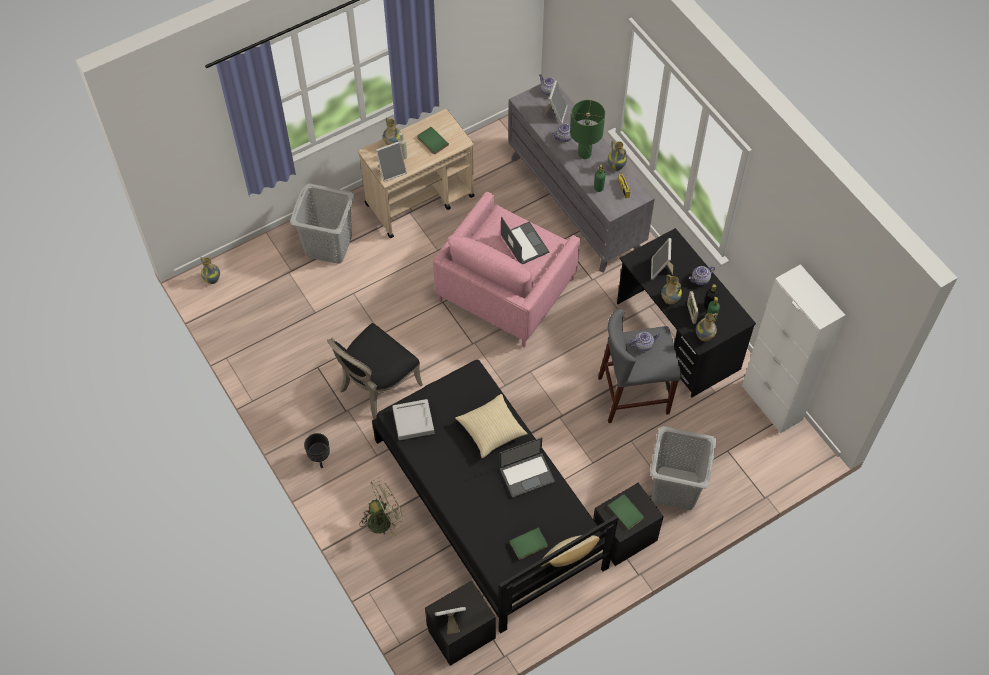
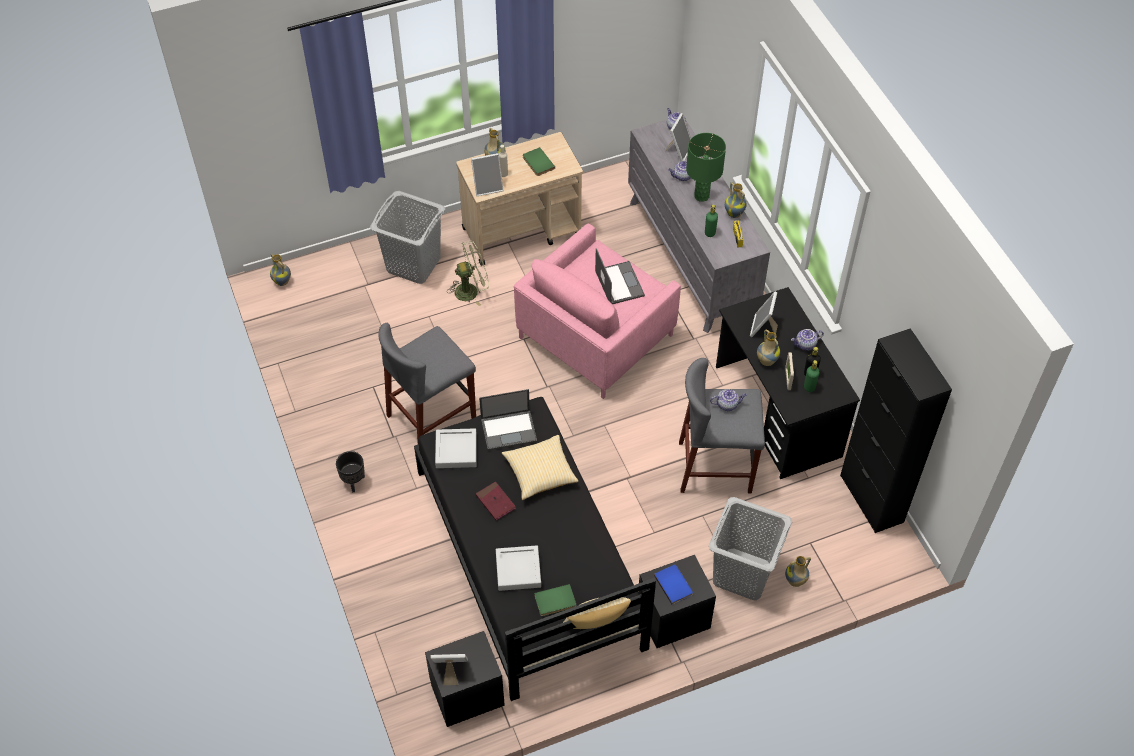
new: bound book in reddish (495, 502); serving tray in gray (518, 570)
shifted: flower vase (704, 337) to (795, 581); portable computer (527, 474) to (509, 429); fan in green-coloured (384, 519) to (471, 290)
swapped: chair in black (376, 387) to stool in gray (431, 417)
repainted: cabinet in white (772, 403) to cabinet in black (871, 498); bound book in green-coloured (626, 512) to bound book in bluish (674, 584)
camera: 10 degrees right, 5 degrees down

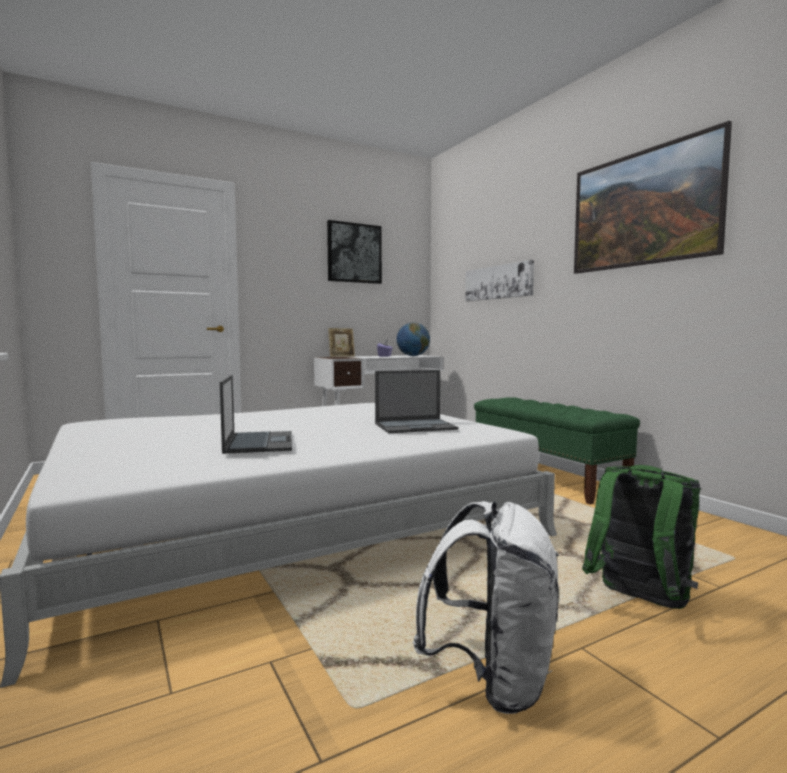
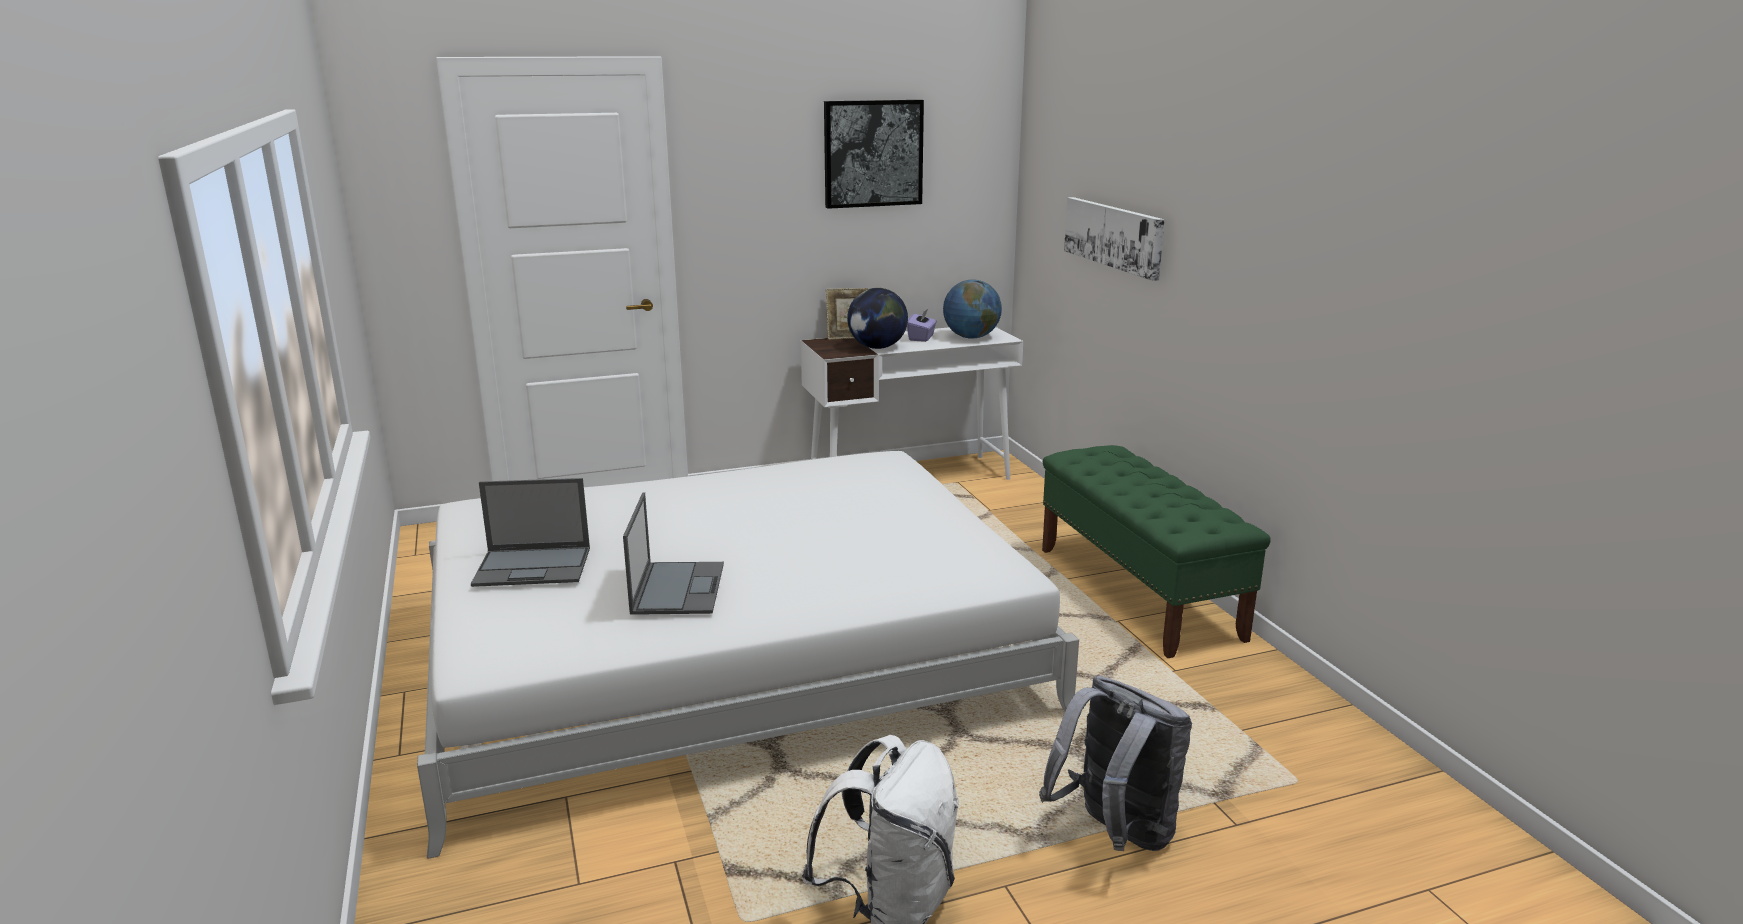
gone: wall picture (641, 237)
new: desk globe (877, 347)
shifted: portable computer (416, 426) to (534, 566)
repainted: rucksack in green-coloured (639, 601) to rucksack in gray (1114, 834)
camera: 10 degrees right, 15 degrees up

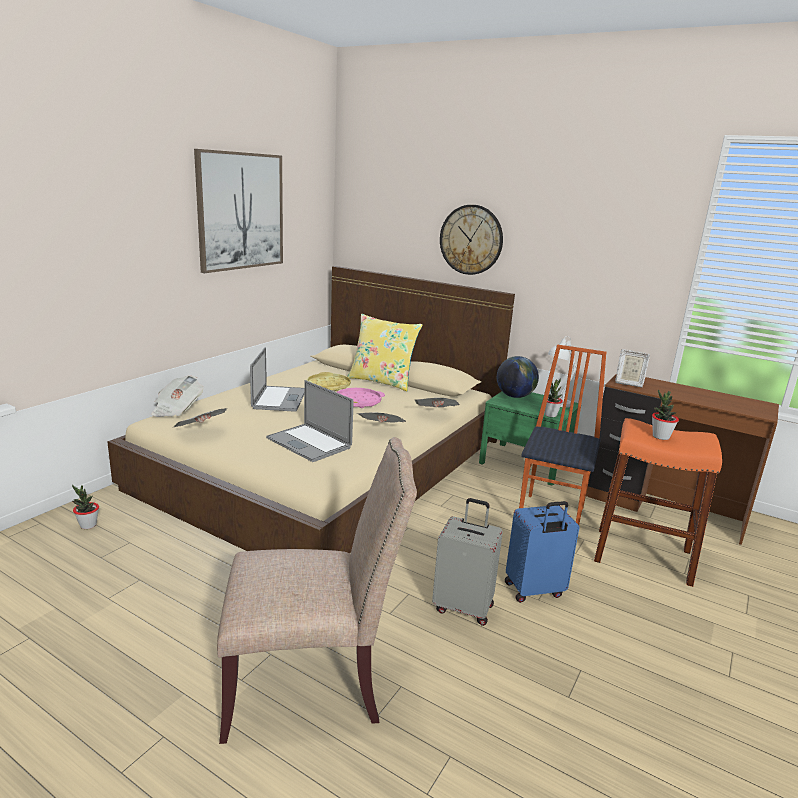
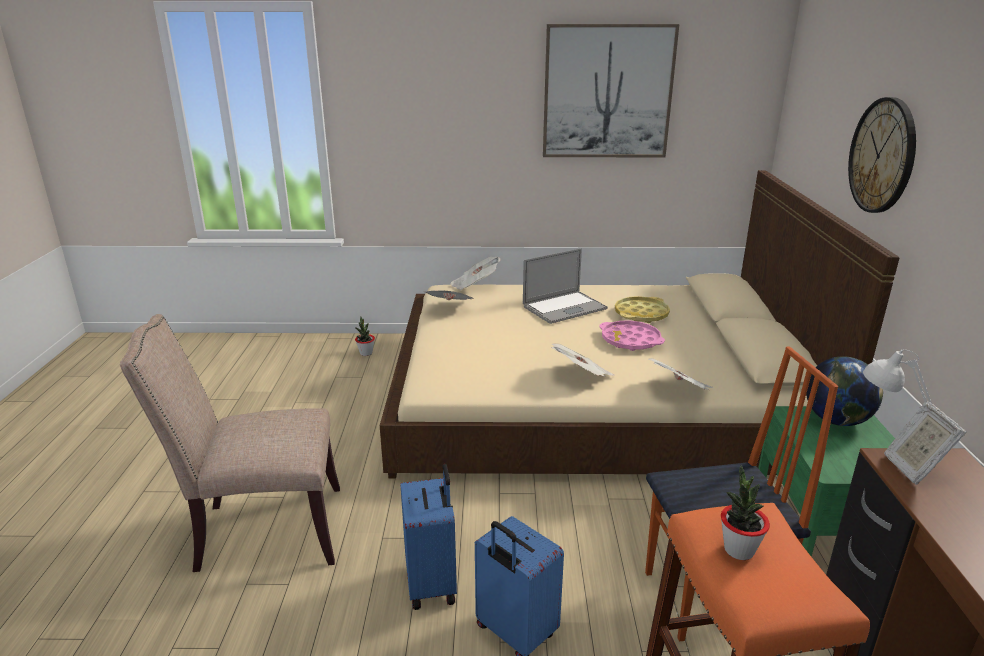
gone: throw pillow in yellow-coloured (382, 381); potted plant (550, 415); portable computer (309, 443)
repainted: travel case in gray (463, 607) to travel case in bluish (433, 584)
rotated: chair in beige-coloured (311, 683) = (263, 531) 120 degrees clockwise
camera: 60 degrees right, 5 degrees up

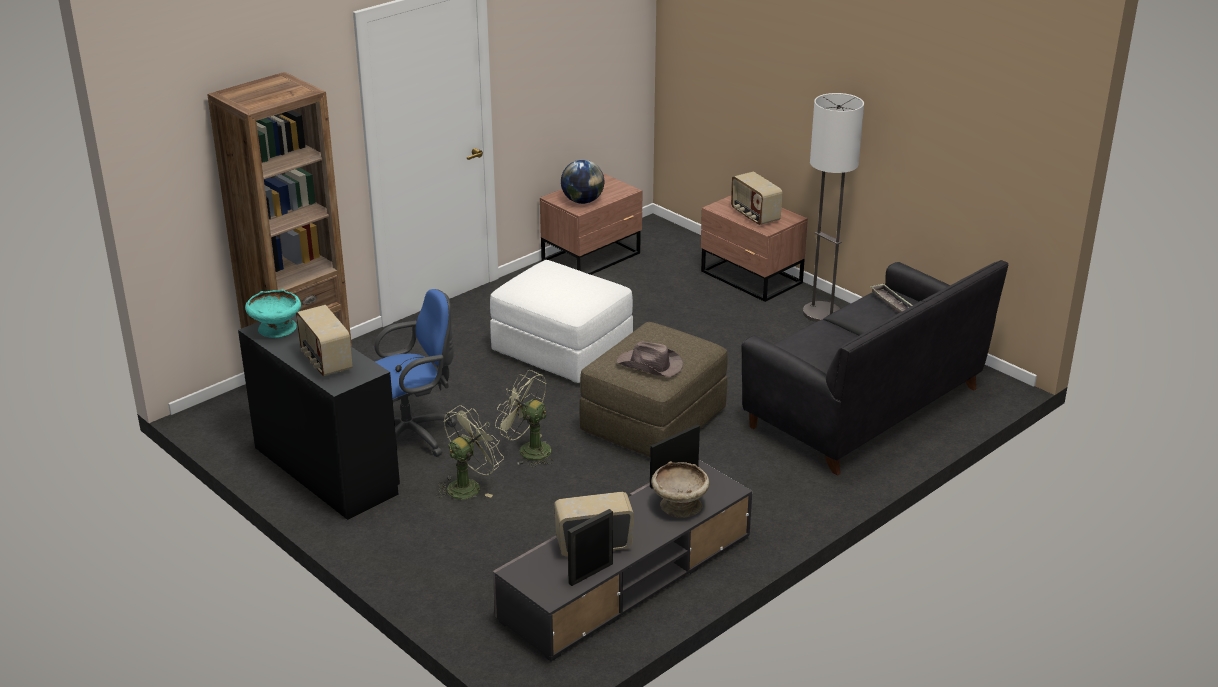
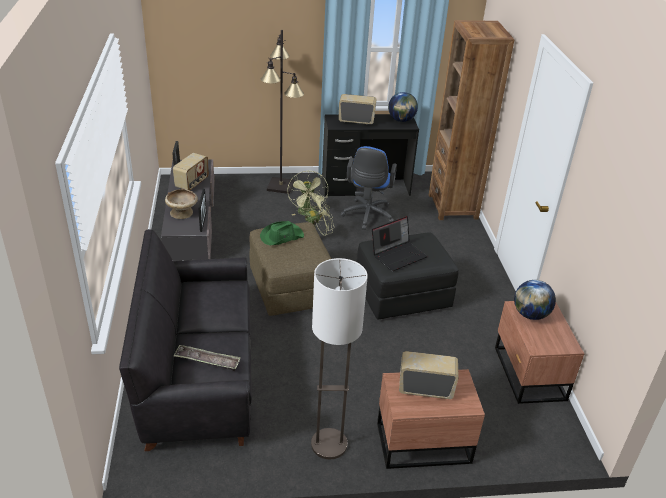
new: standing lamp in black (281, 186); portable computer (398, 255)
swapped: bowl in blue-green (276, 329) to desk globe (401, 120)
repainted: pouffe in white (561, 351) to pouffe in black (402, 295); clothing hat in brown (650, 365) to clothing hat in green-coloured (281, 236)
camera: 125 degrees right, 5 degrees up

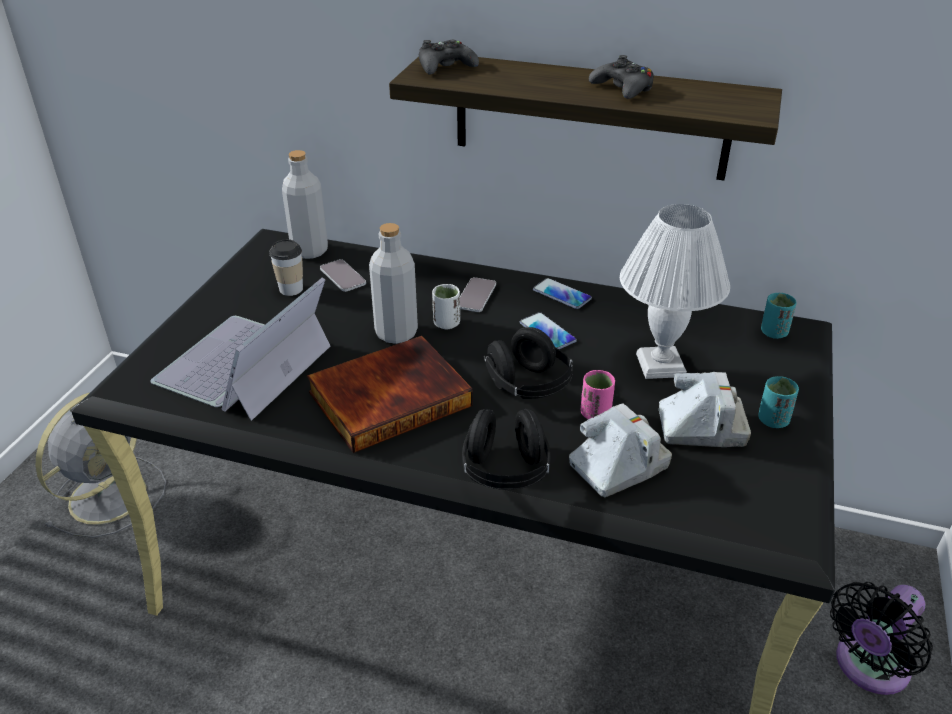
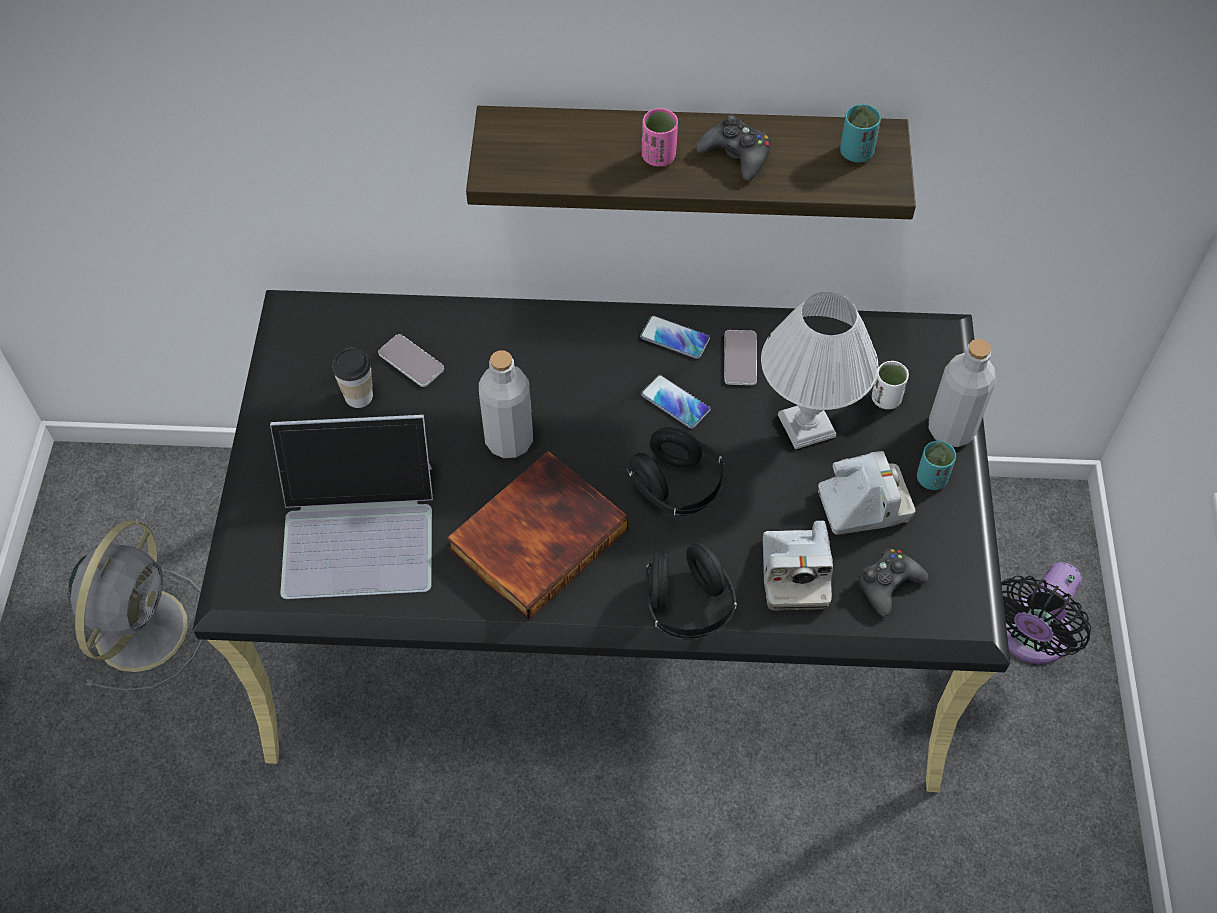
shifted: game controller in black (445, 67) to (887, 584); drink bottle in gray (309, 251) to (951, 429); telephone (476, 296) to (740, 358); small cup in white (446, 323) to (886, 399); small cup in blue-green (773, 332) to (856, 152); small cup in pink (595, 414) to (658, 156)
rotated: portable computer (244, 366) = (360, 528) 105 degrees counterclockwise; still camera (618, 466) = (794, 574) 135 degrees clockwise
camera: 15 degrees left, 20 degrees up

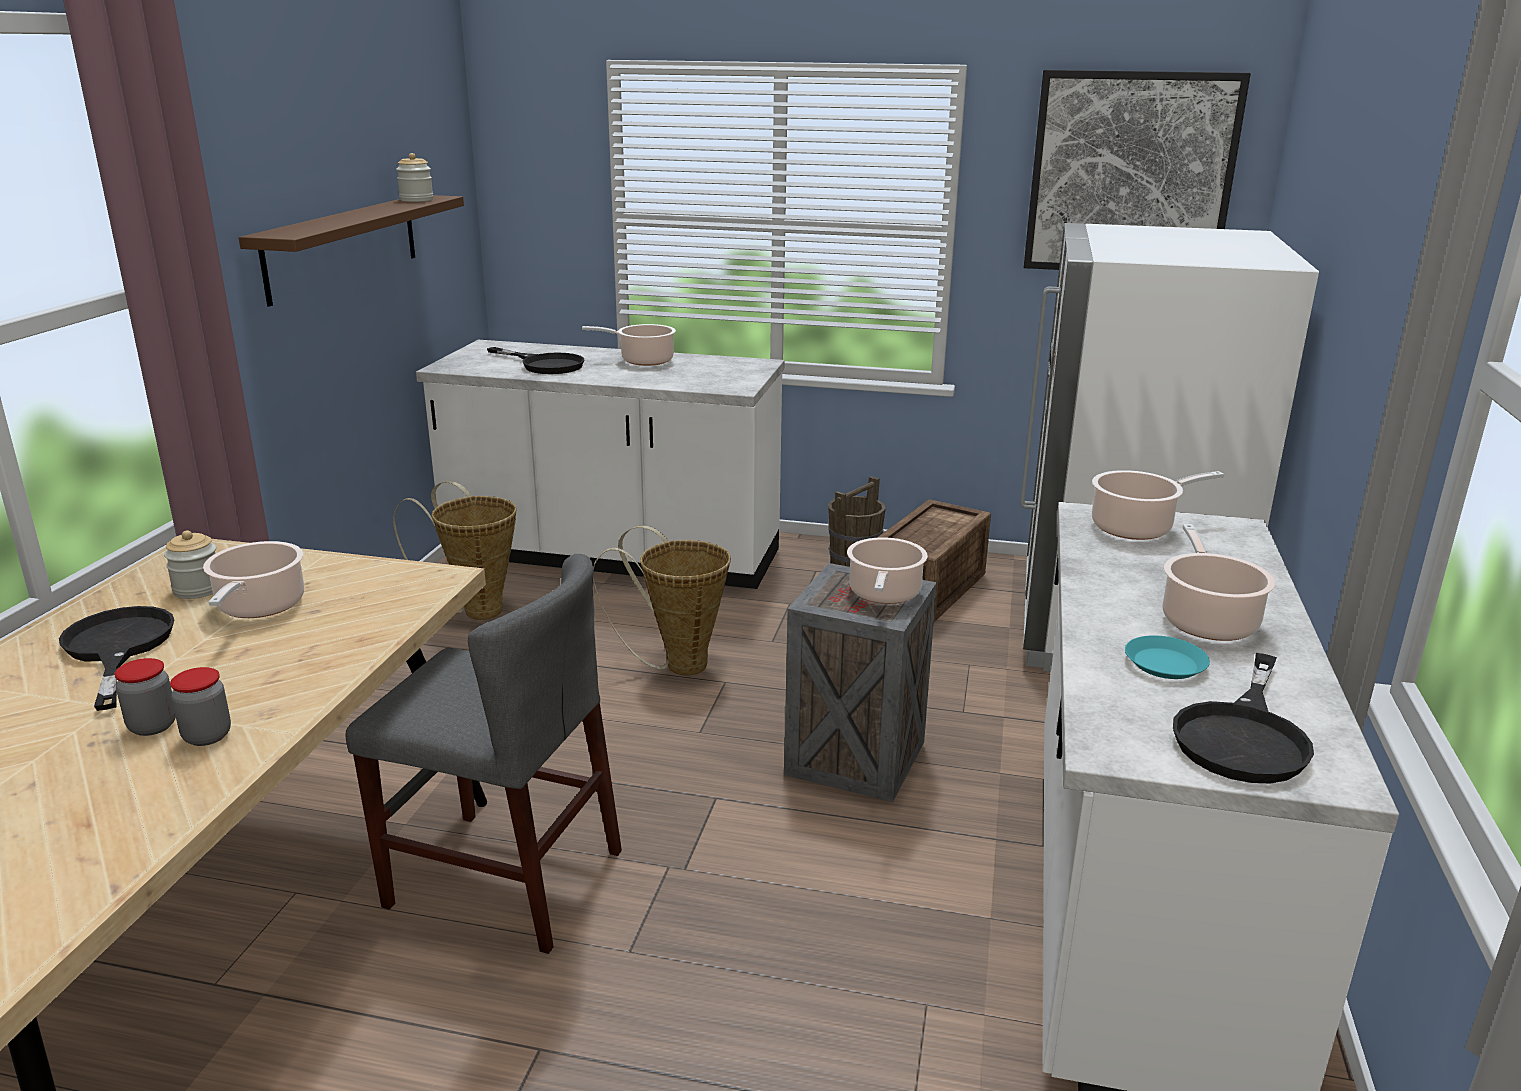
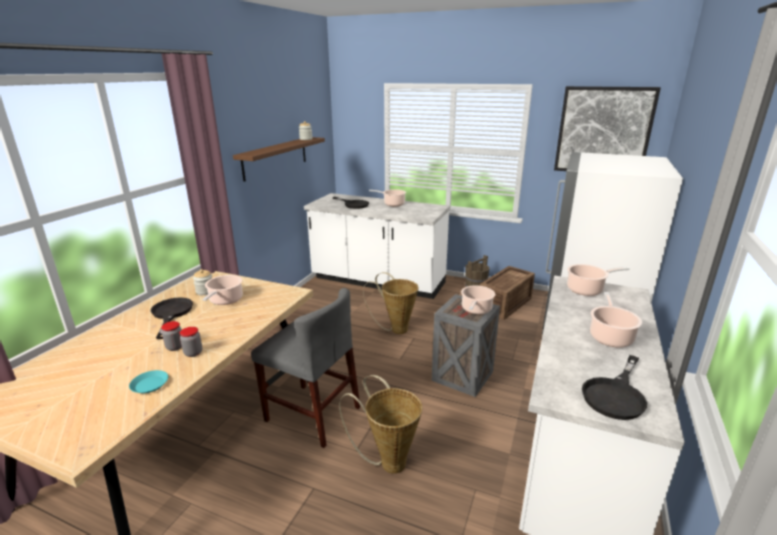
shifted: basket (476, 609) to (388, 461); plate in blue-green (1164, 664) to (149, 384)
camera: 10 degrees right, 0 degrees up

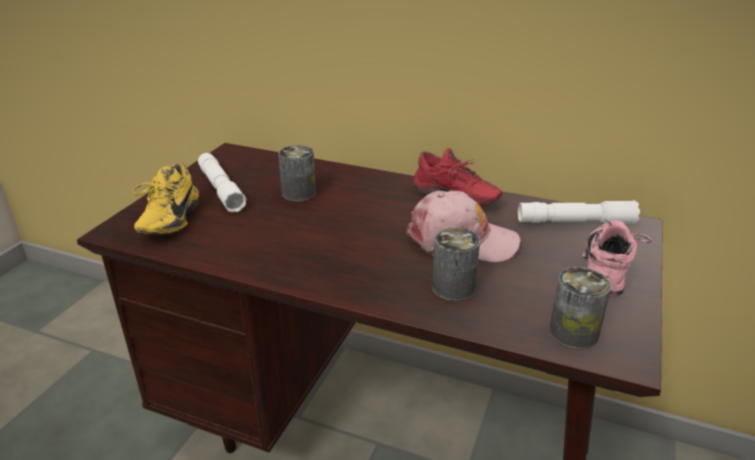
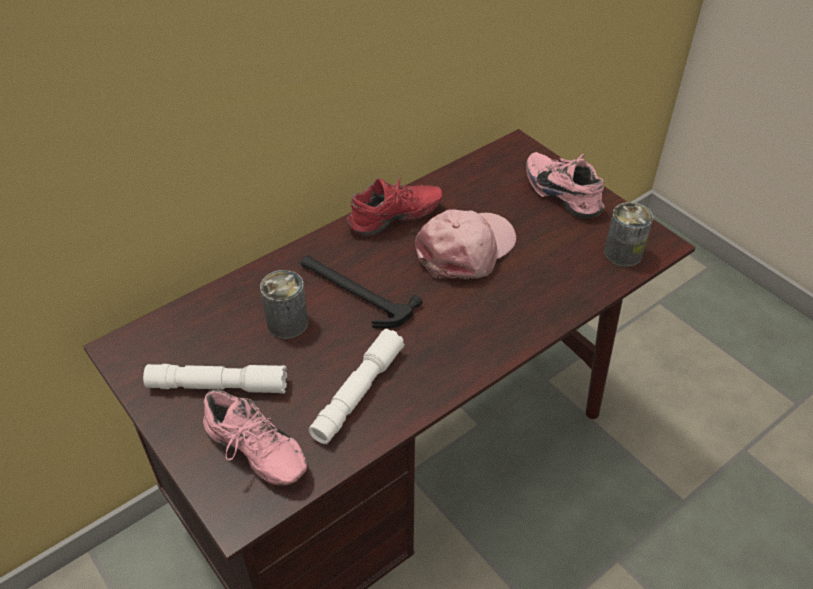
gone: can (453, 287)
new: hand hammer (354, 292)
shifted: torch in white (575, 222) to (358, 393)
repainted: shoe in yellow-coloured (167, 220) to shoe in pink (253, 455)
camera: 60 degrees left, 15 degrees up

